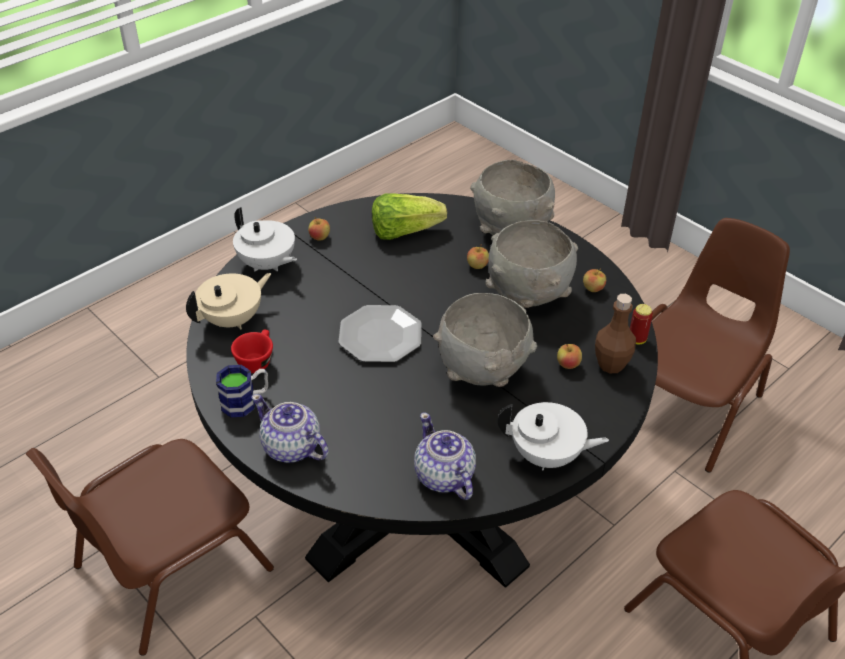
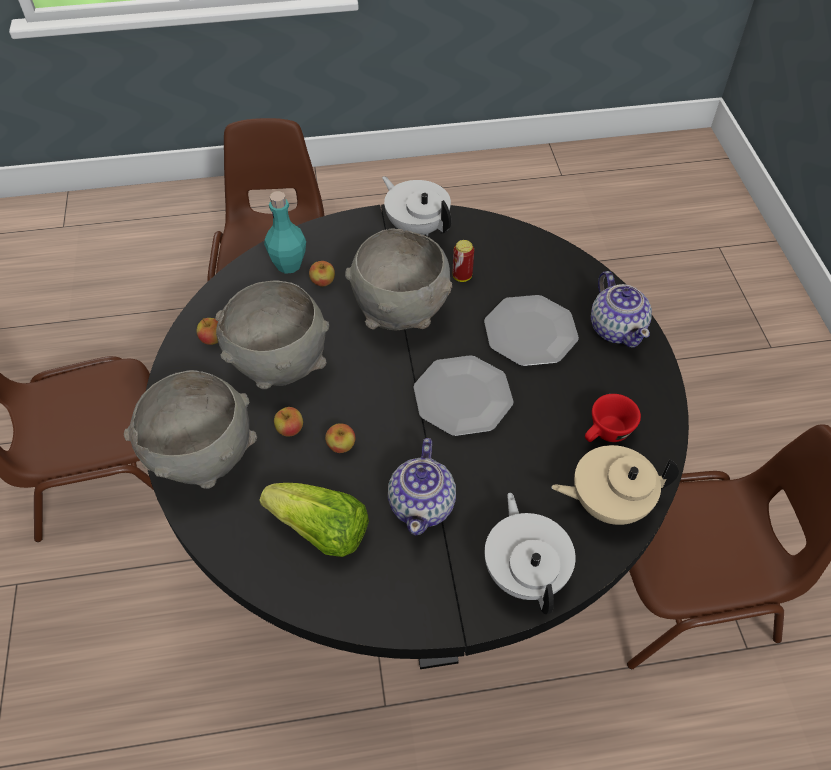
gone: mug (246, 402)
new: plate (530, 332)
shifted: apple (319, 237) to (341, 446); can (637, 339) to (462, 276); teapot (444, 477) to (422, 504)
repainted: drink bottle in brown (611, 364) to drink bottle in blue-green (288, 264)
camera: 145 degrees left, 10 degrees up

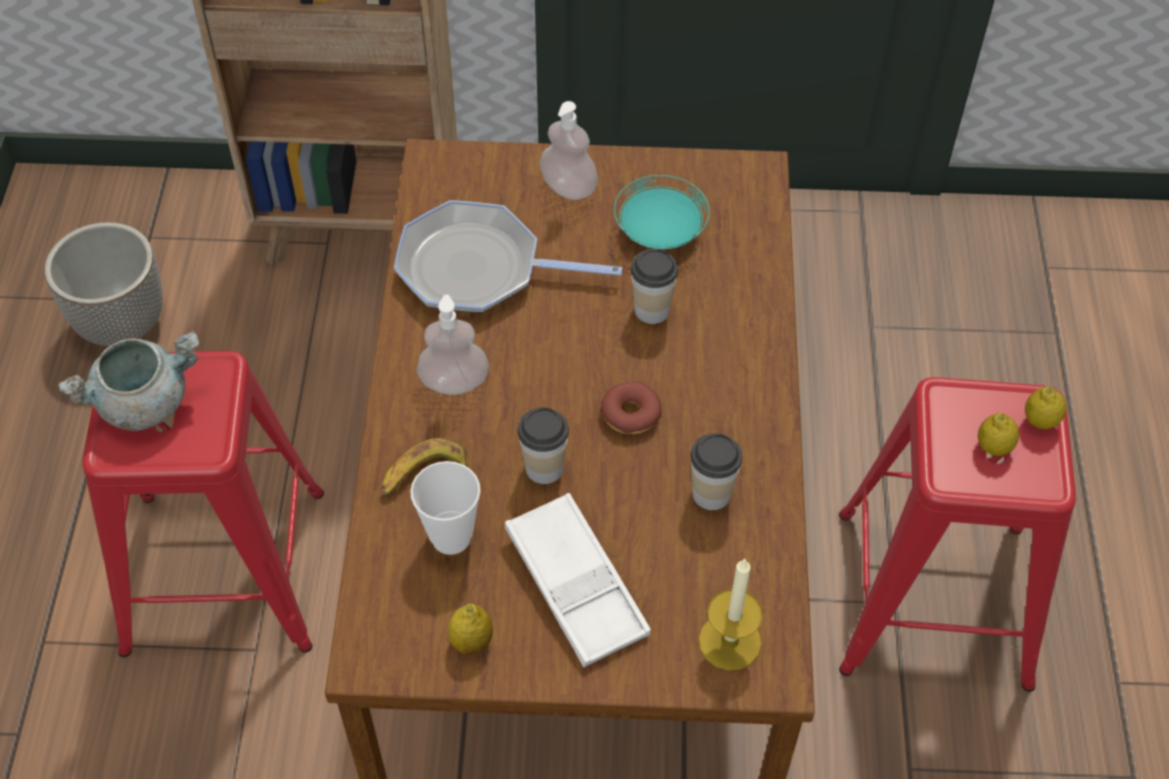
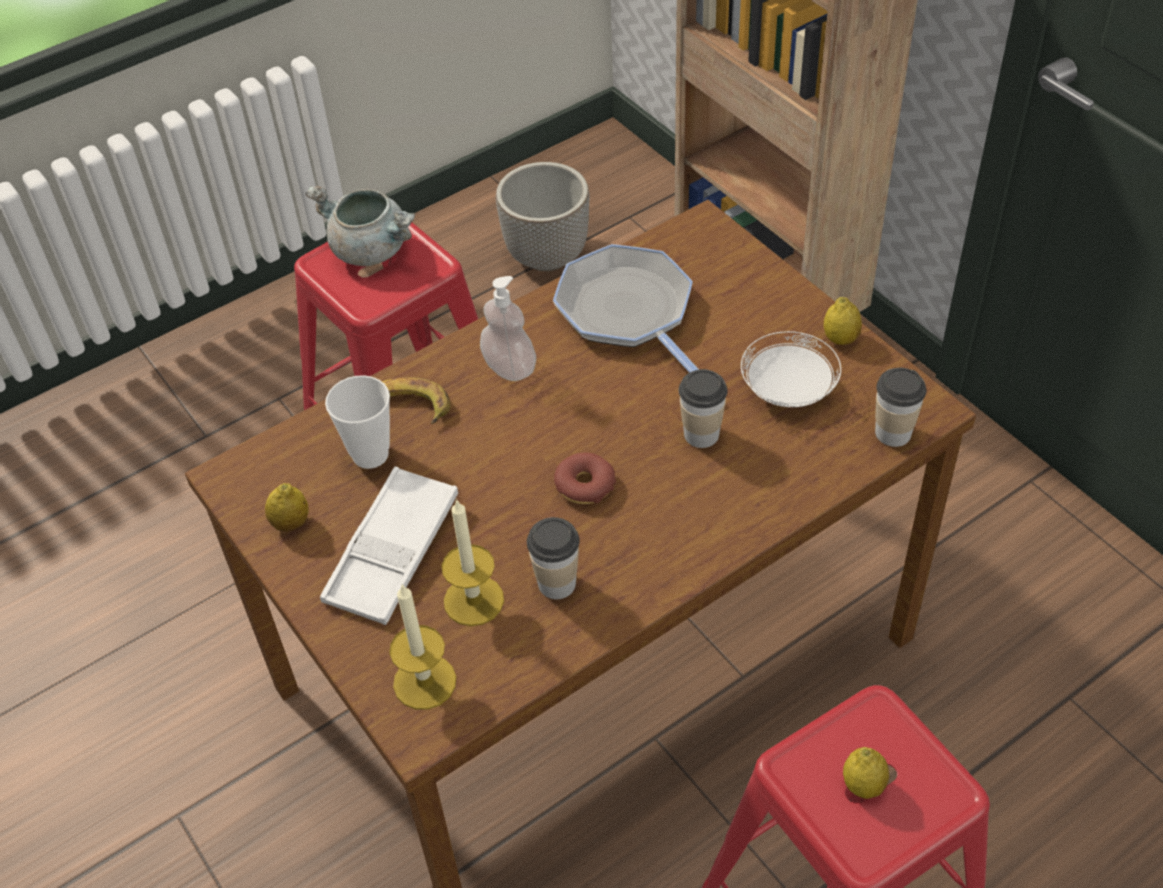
gone: soap dispenser (568, 187)
new: wax candle (473, 600)
shifted: citrus fruit (1040, 421) to (840, 339); small cup (544, 468) to (893, 433)
repainted: plate in blue-green (659, 230) to plate in white (788, 389)
camera: 55 degrees right, 5 degrees down

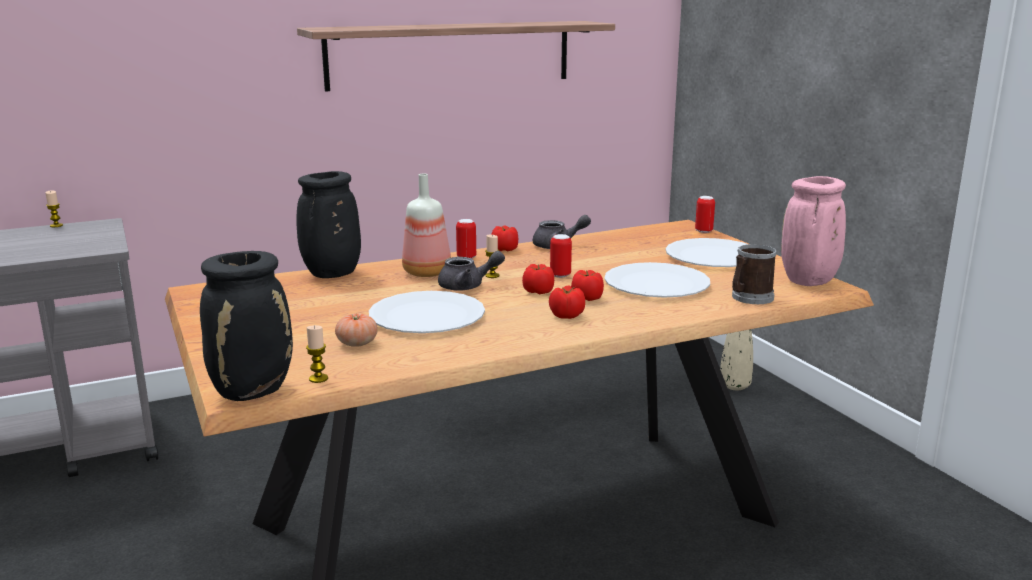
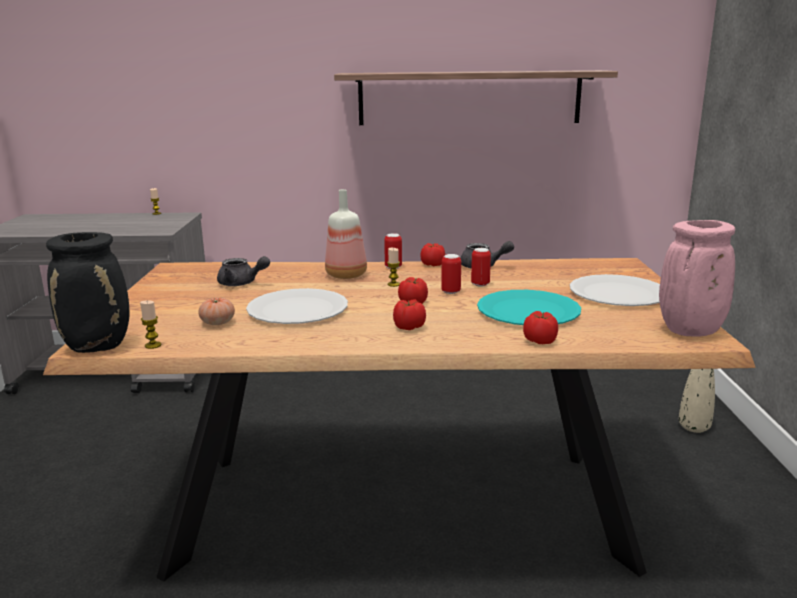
gone: flower vase in black (331, 274); mug (749, 298)
shifted: can (703, 231) to (480, 284); teapot in gray (468, 286) to (241, 283); fresh tomato (587, 298) to (540, 341)
repainted: plate in white (656, 284) to plate in blue-green (528, 311)
camera: 25 degrees right, 0 degrees up

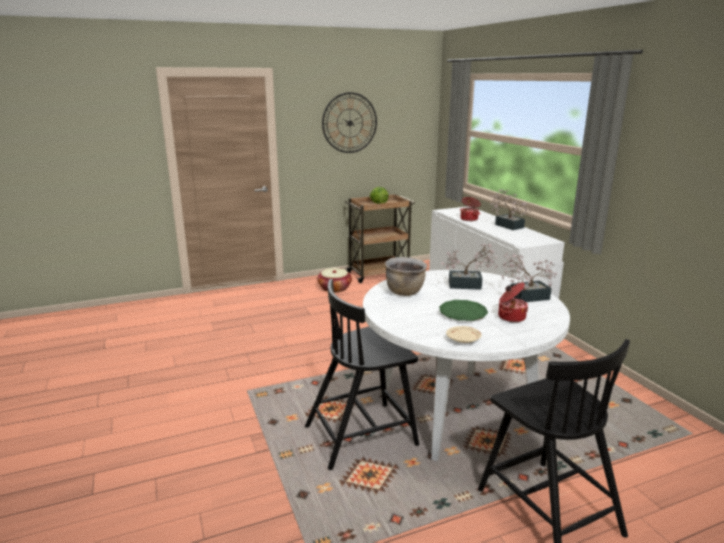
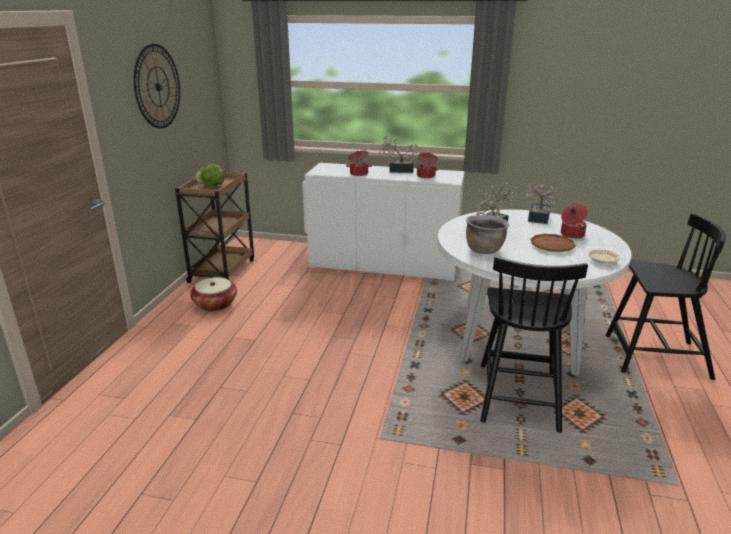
new: cooking pot (426, 176)
repainted: plate in green-coloured (463, 314) to plate in brown (552, 246)
camera: 55 degrees left, 5 degrees up

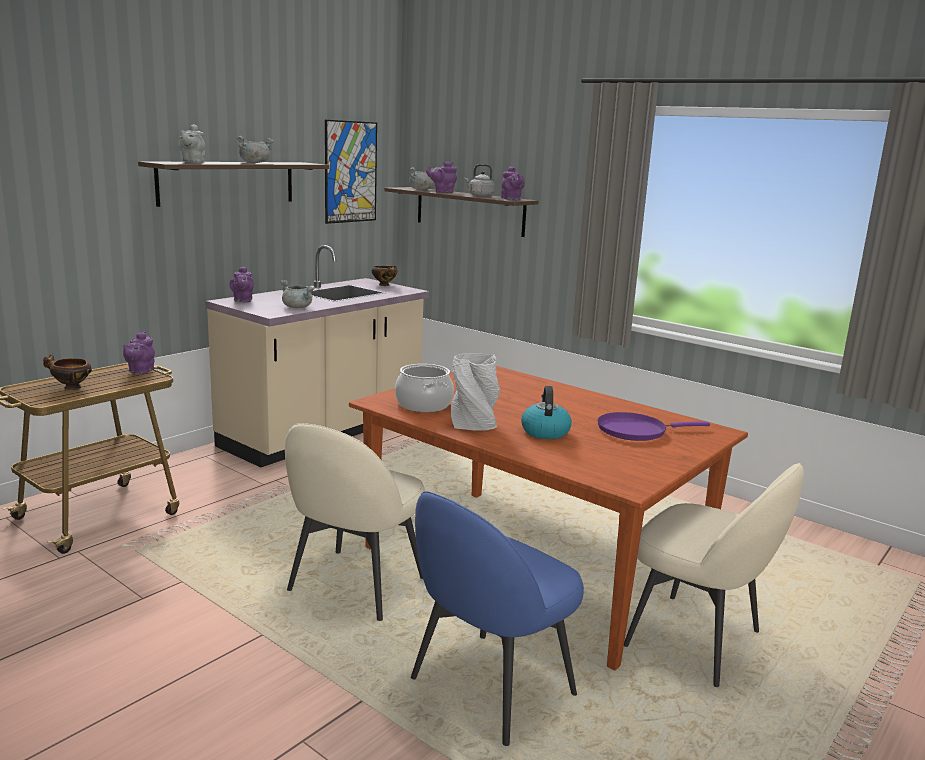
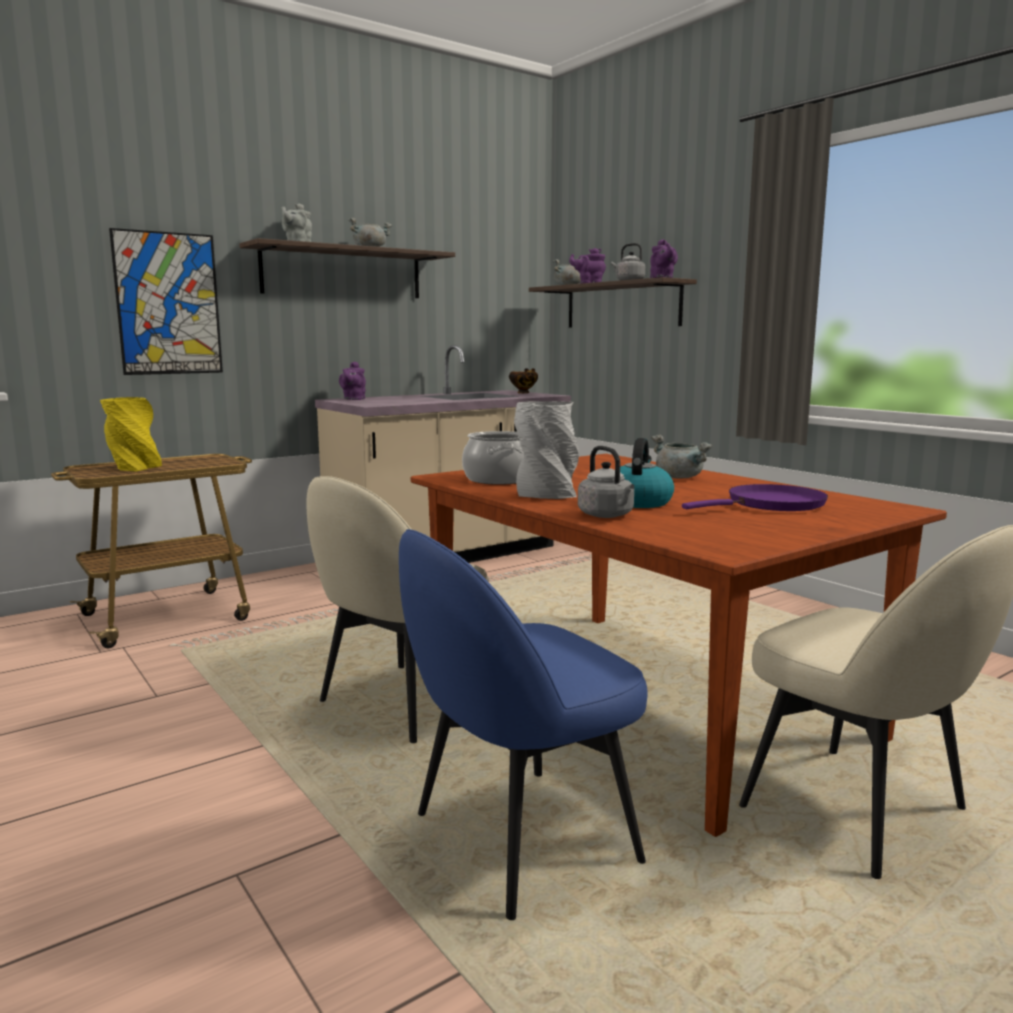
gone: teapot in purple-coloured (140, 371)
new: kettle in gray (607, 515)
shifted: wall picture (350, 172) to (168, 304); cooking pot in gray (298, 307) to (680, 477)
swapped: bowl (70, 388) to flower vase in yellow-coloured (134, 468)
rotated: frying pan in purple-coloured (636, 431) = (771, 505) 150 degrees clockwise
camera: 15 degrees right, 5 degrees down

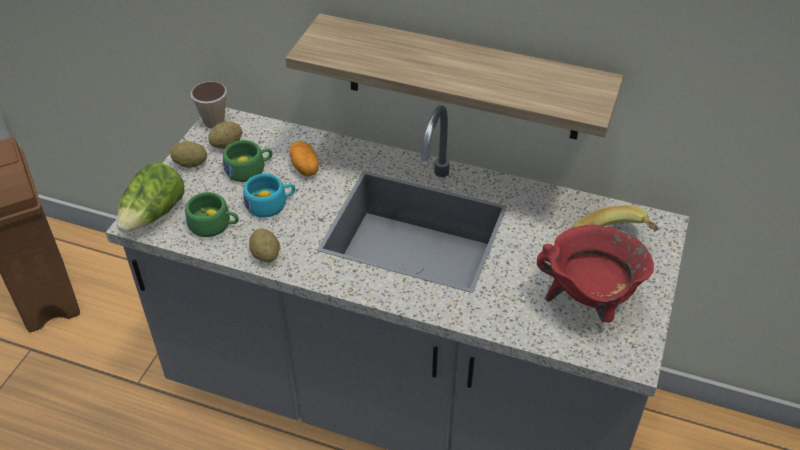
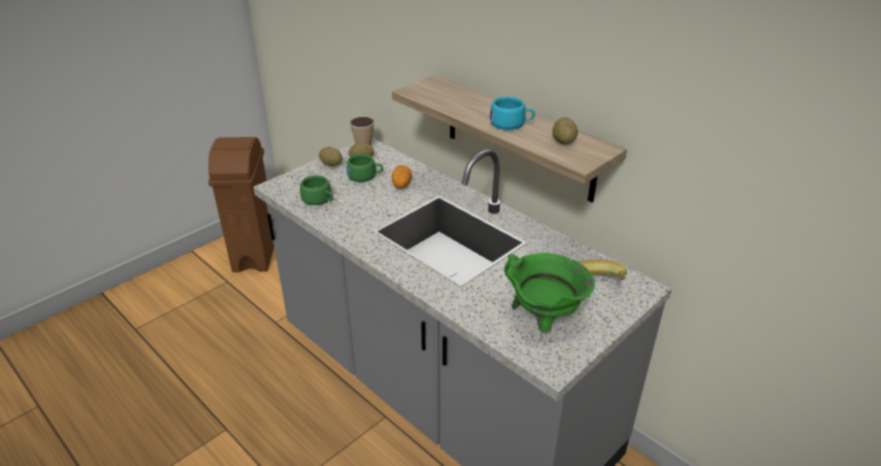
gone: lettuce (154, 215)
shifted: small cup in blue-green (271, 204) to (511, 124); spud (265, 255) to (563, 141)
repainted: cooking pot in reddish (588, 303) to cooking pot in green-coloured (544, 319)
camera: 25 degrees right, 10 degrees down

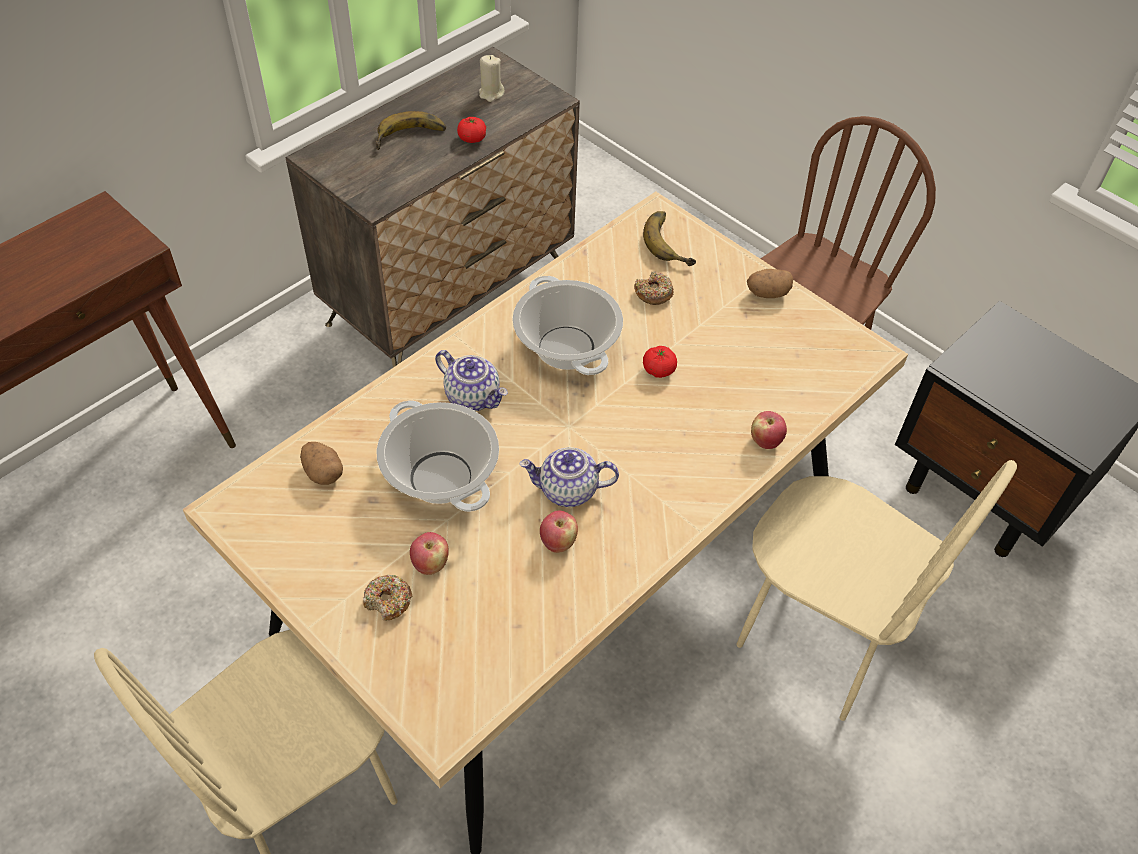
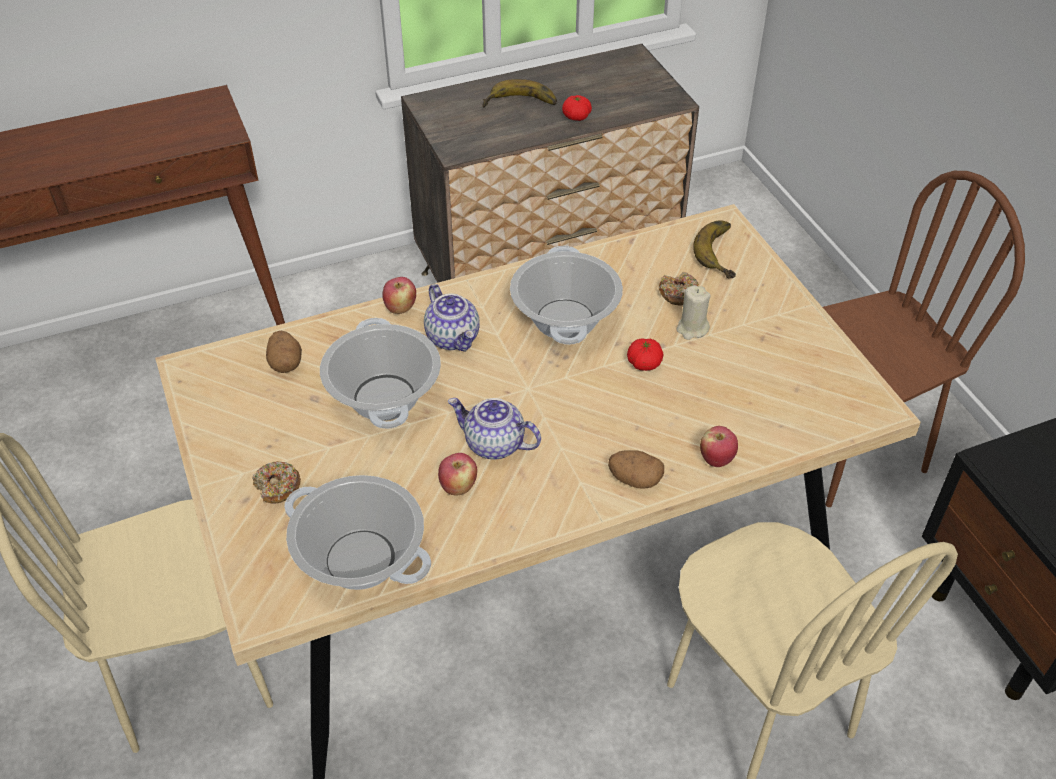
new: cooking pot (361, 559)
shifted: wax candle in beige-coloured (491, 94) to (692, 329); spud (767, 293) to (634, 479); apple (430, 564) to (400, 308)
camera: 25 degrees right, 5 degrees down

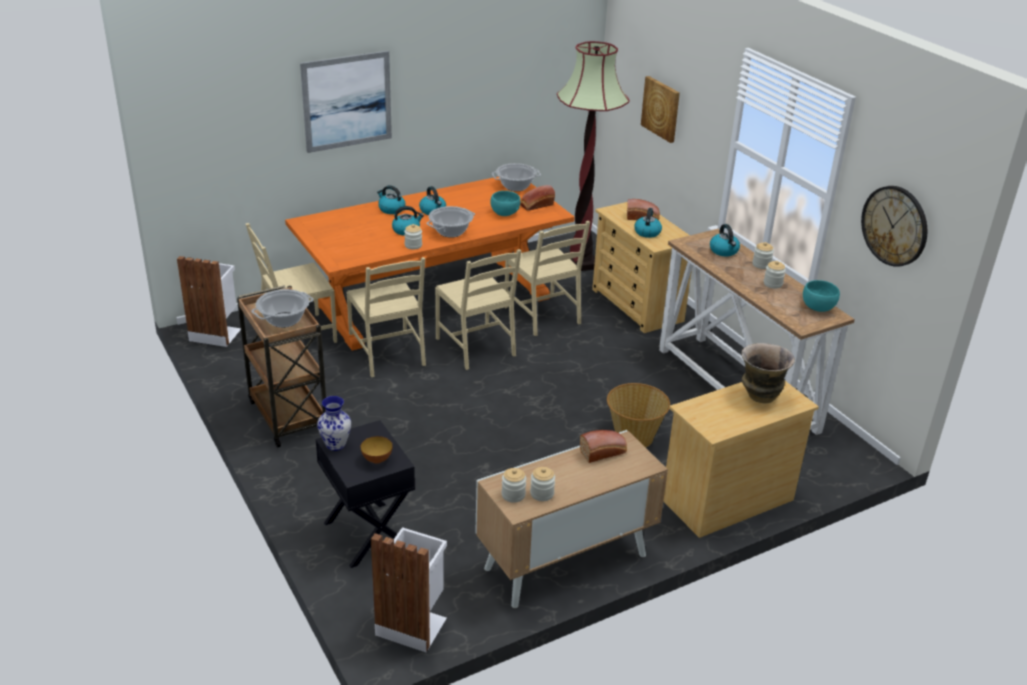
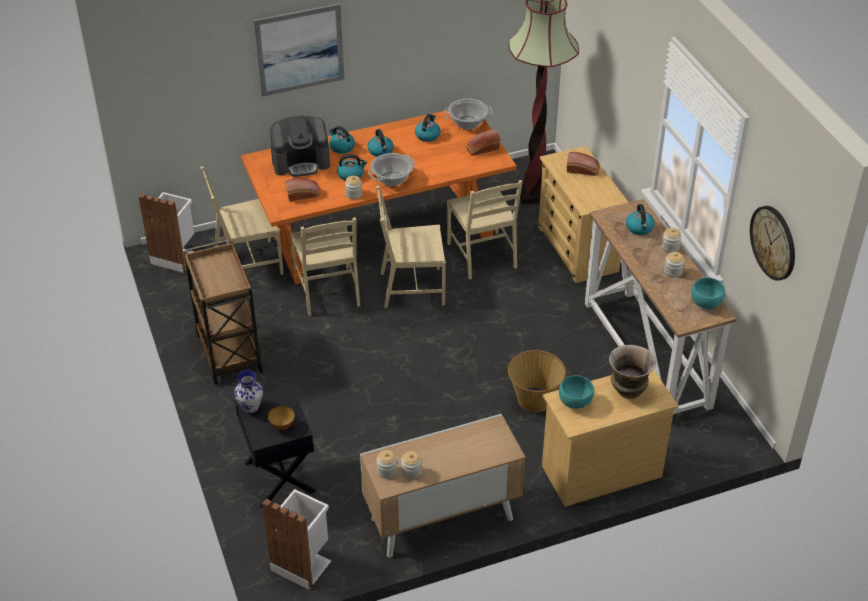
gone: wall picture (661, 108); cooking pot (284, 320)
new: coffee maker (301, 162)
shifted: bowl in blue-green (504, 213) to (575, 401); kettle (647, 232) to (427, 135); bakery bread (604, 452) to (303, 194)
rotated: chair in beige-coloured (477, 347) = (411, 288) 105 degrees clockwise
camera: 10 degrees right, 10 degrees up

